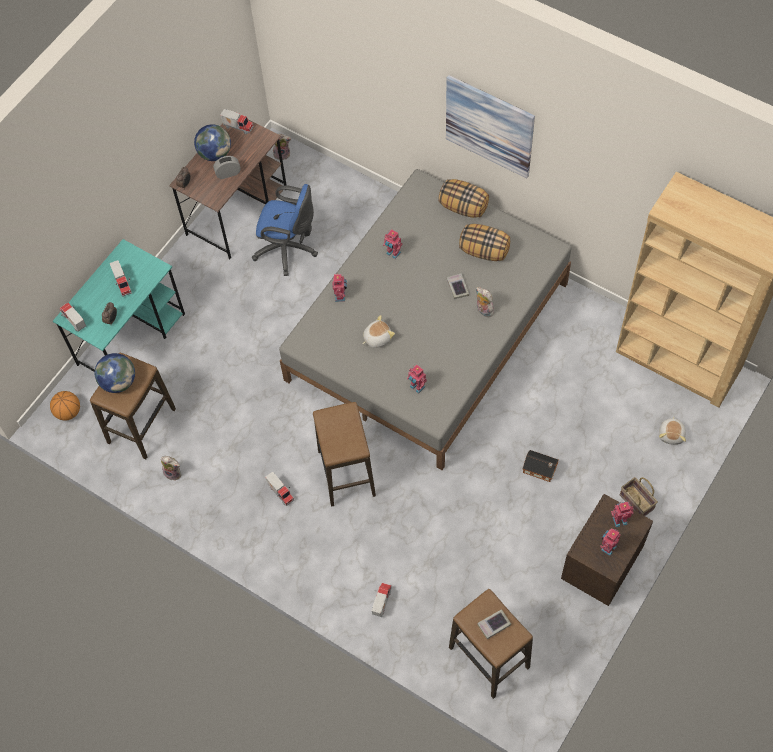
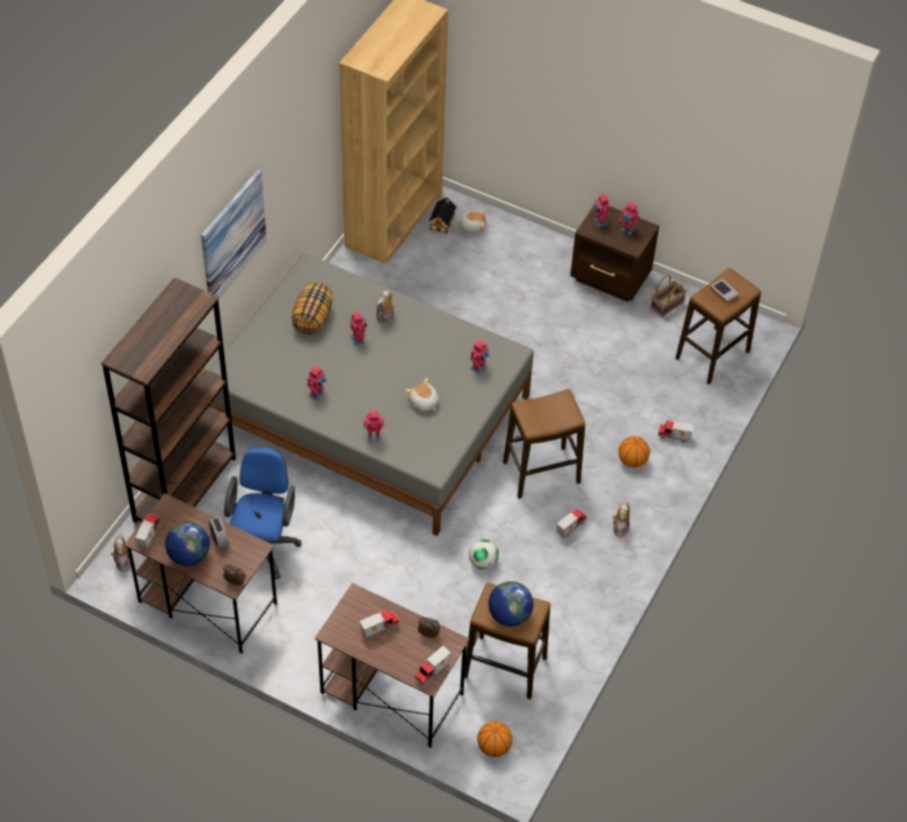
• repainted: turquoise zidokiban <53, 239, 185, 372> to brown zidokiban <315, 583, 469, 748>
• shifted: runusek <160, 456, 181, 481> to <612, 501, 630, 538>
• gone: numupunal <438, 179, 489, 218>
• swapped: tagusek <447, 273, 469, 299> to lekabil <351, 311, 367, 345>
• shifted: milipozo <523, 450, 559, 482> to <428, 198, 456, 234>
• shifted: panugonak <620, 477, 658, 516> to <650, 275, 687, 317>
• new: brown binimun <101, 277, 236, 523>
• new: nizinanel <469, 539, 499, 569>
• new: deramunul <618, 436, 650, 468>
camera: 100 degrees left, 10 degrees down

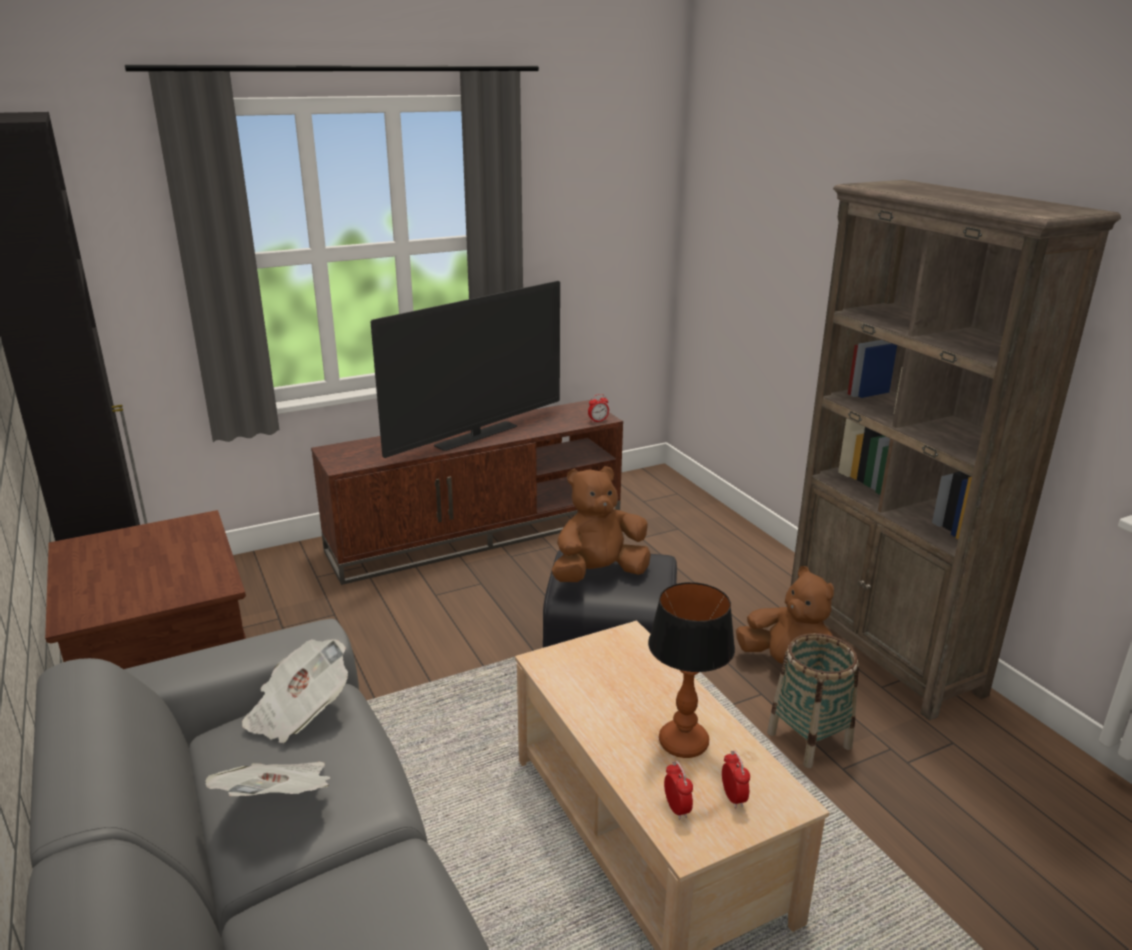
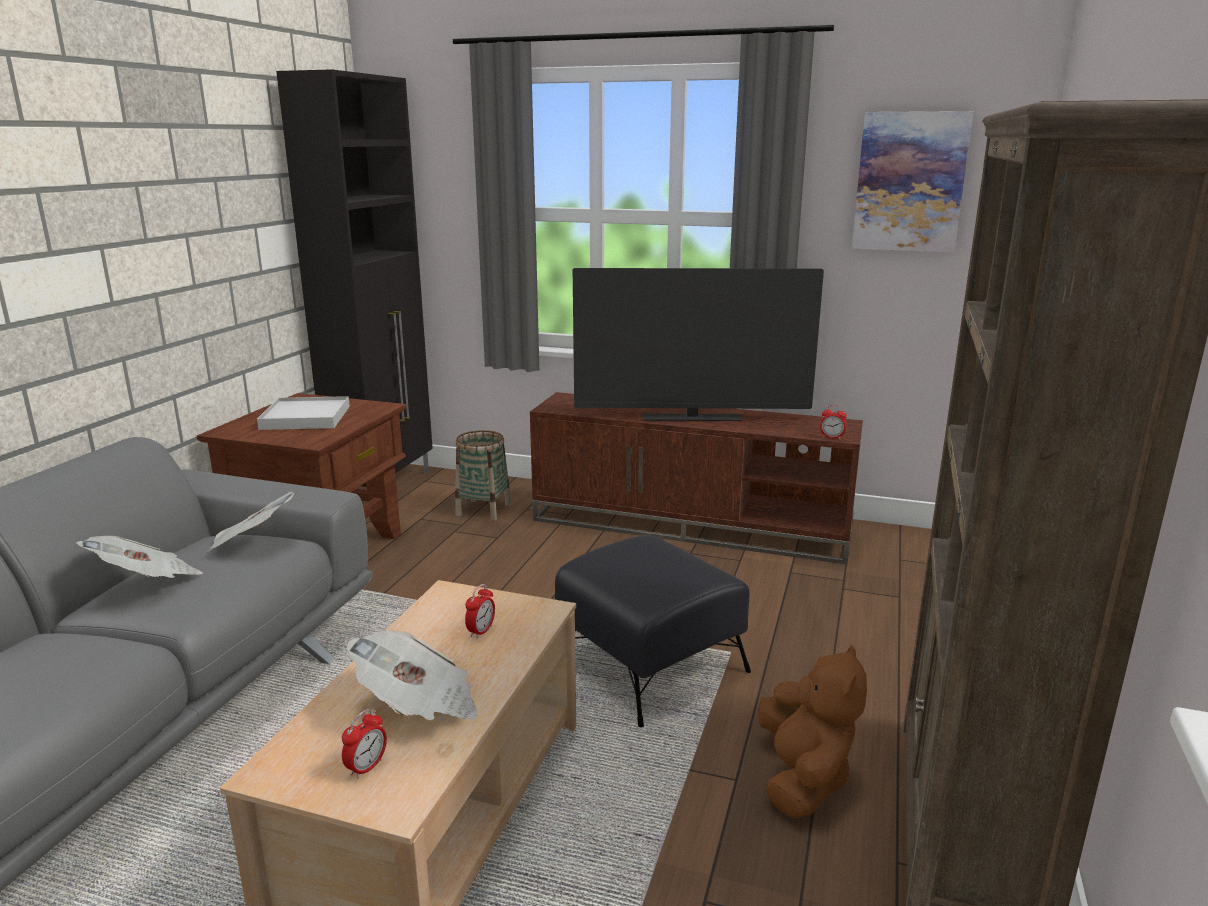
• gone: brown runusek <552, 466, 651, 582>
• swapped: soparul <648, 582, 735, 758> to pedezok <347, 630, 478, 720>
• shifted: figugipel <664, 761, 693, 820> to <465, 584, 495, 639>
• shifted: panugonak <767, 633, 859, 768> to <455, 430, 511, 520>
• new: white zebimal <257, 396, 350, 430>
• new: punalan <852, 111, 973, 252>
camera: 45 degrees right, 5 degrees down

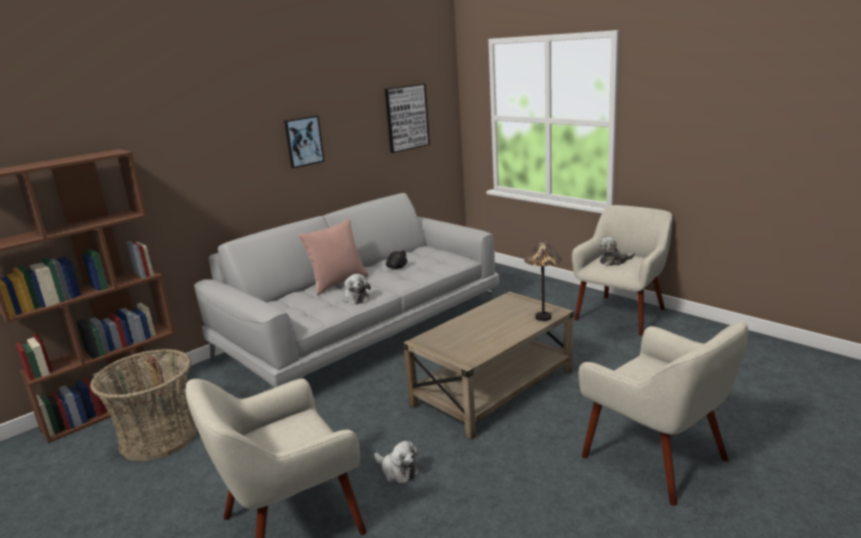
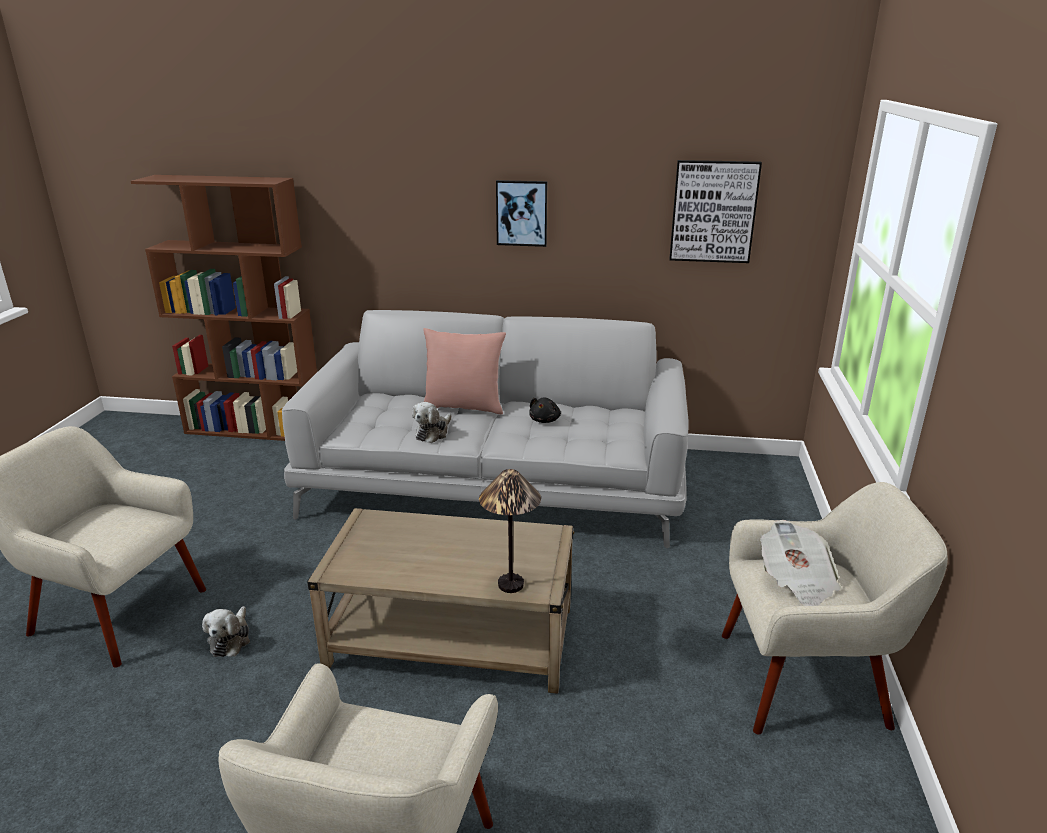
• gone: panugonak <90, 349, 197, 461>
• swapped: runusek <599, 237, 635, 266> to pedezok <760, 520, 841, 606>
camera: 50 degrees right, 5 degrees up

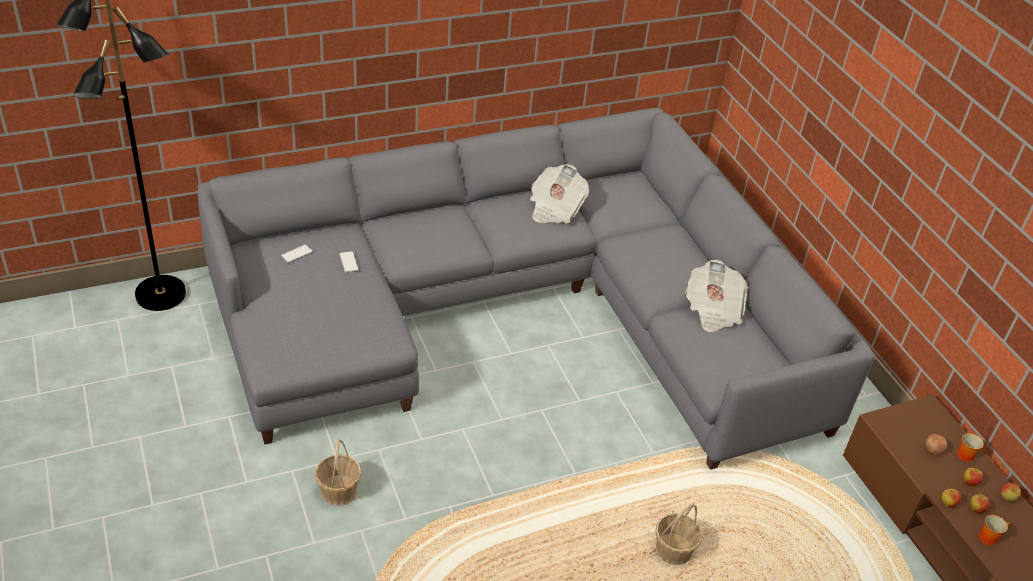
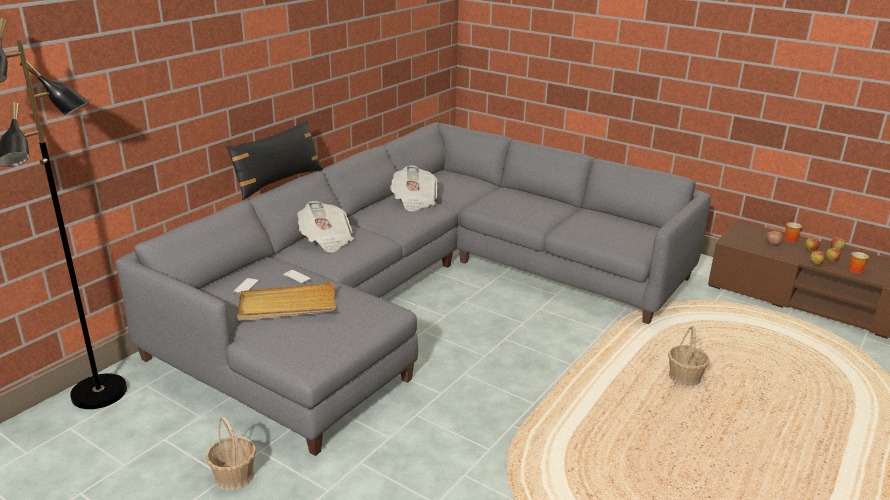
• shifted: panugonak <315, 439, 362, 506> to <206, 416, 256, 490>
• shifted: pedezok <685, 260, 748, 332> to <297, 201, 354, 253>
• new: black numupunal <226, 120, 323, 200>
• new: beige zebimal <237, 282, 336, 321>
camera: 30 degrees left, 15 degrees down

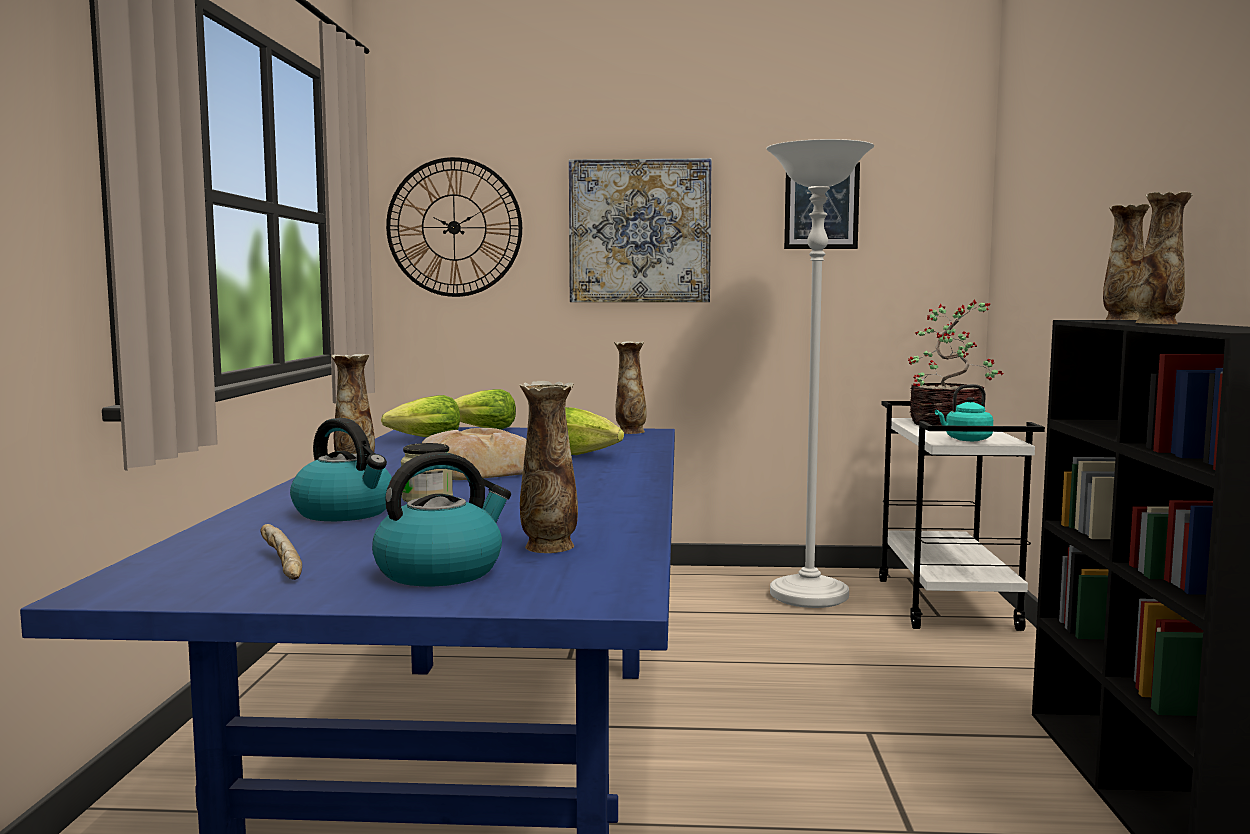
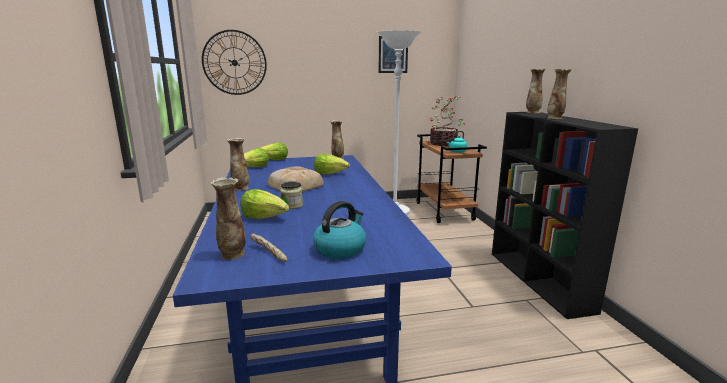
• swapped: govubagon <290, 418, 392, 521> to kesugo <240, 189, 289, 219>
• shifted: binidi <519, 381, 578, 553> to <210, 177, 246, 260>
• gone: punalan <569, 158, 711, 302>
• repainted: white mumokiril <879, 401, 1045, 631> to brown mumokiril <416, 134, 487, 223>
camera: 15 degrees left, 10 degrees up

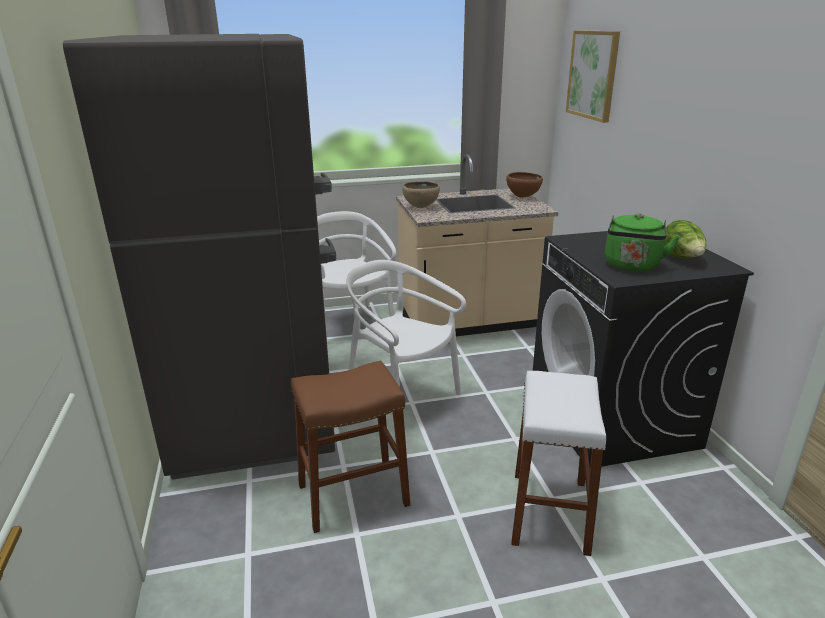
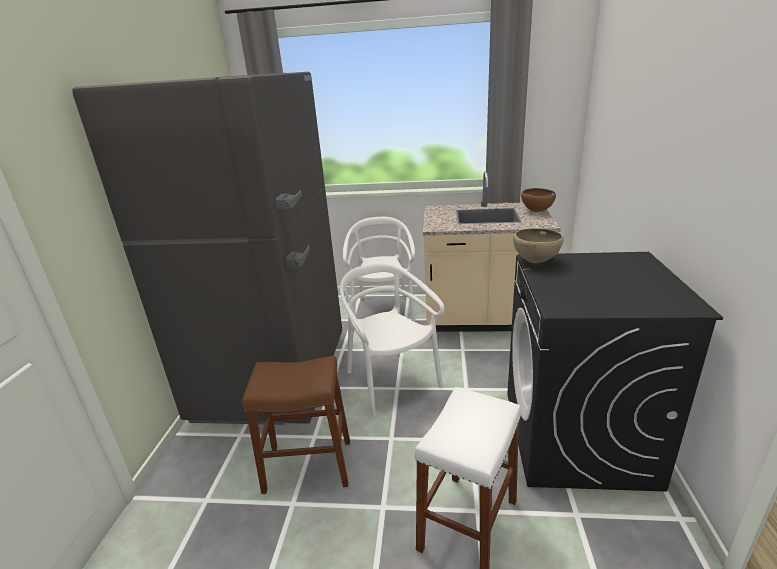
• shifted: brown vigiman <402, 181, 440, 208> to <513, 228, 564, 263>
• gone: punalan <566, 30, 620, 123>
• gone: green govubagon <605, 213, 680, 272>
• gone: kesugo <665, 220, 706, 258>
camera: 20 degrees right, 0 degrees up

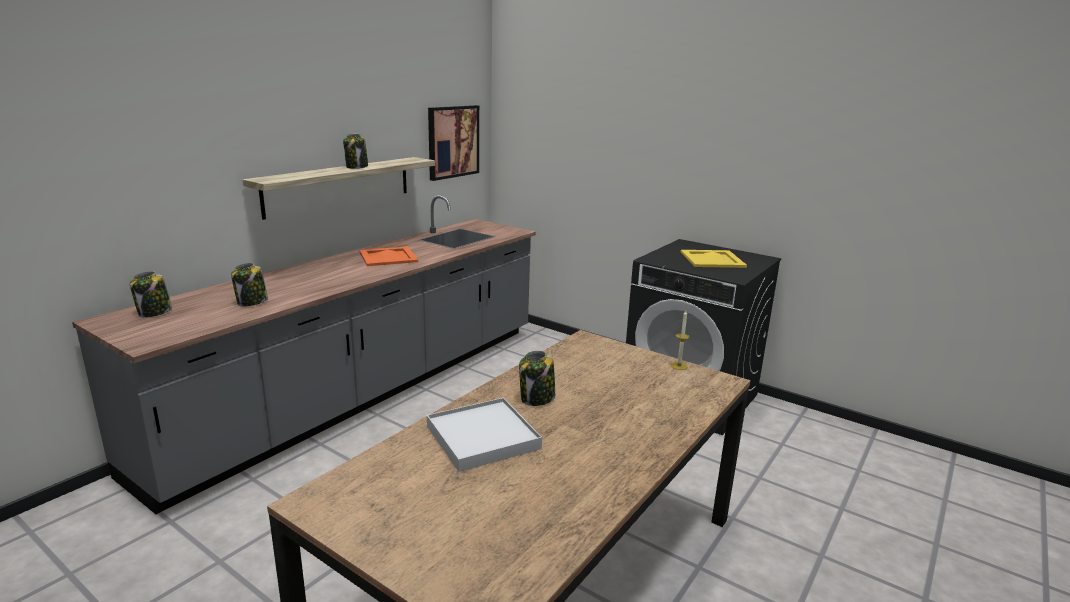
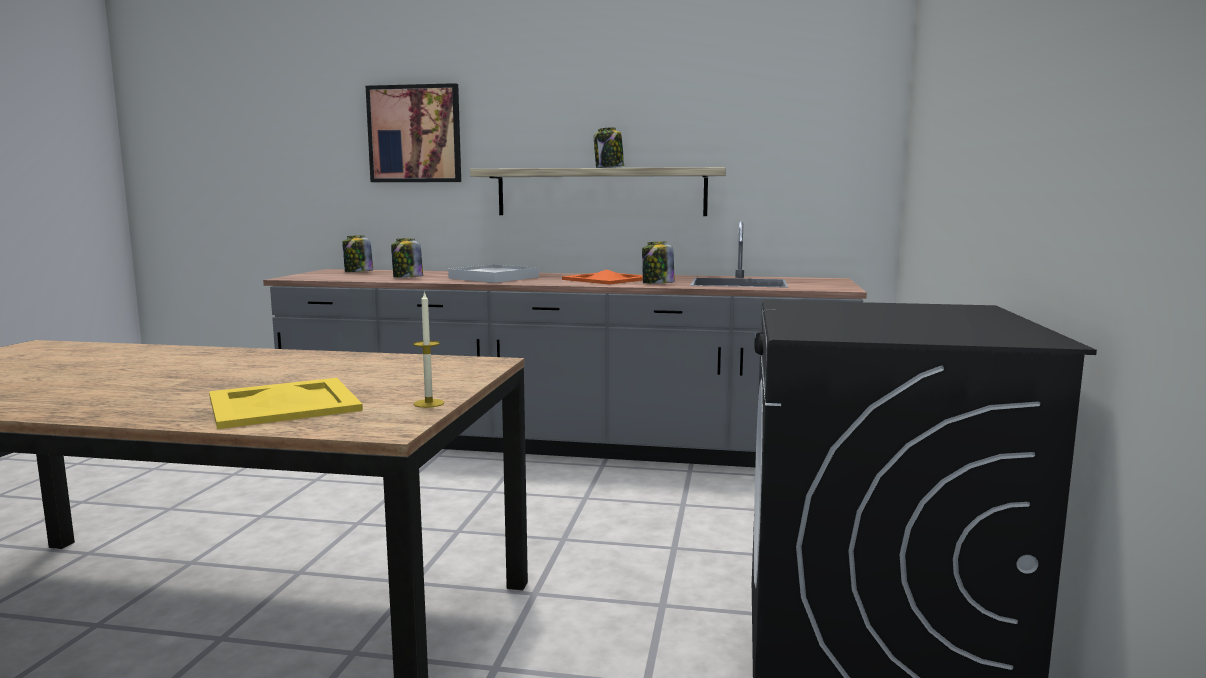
• shifted: white zebimal <427, 398, 542, 472> to <448, 264, 539, 283>
• shifted: punalan <428, 105, 479, 181> to <366, 83, 461, 182>
• shifted: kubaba <519, 351, 555, 406> to <642, 241, 675, 284>
• shifted: yellow zebimal <681, 250, 747, 268> to <209, 378, 363, 429>
camera: 65 degrees right, 10 degrees down

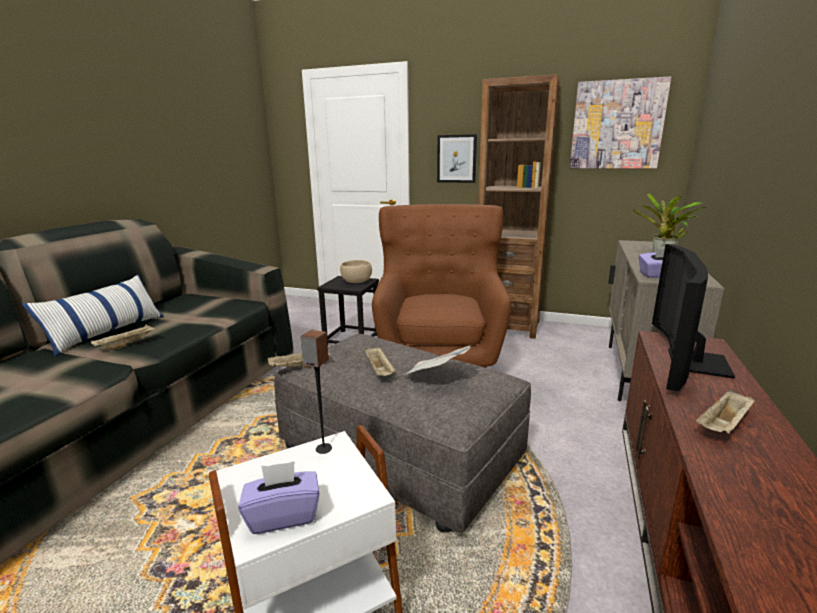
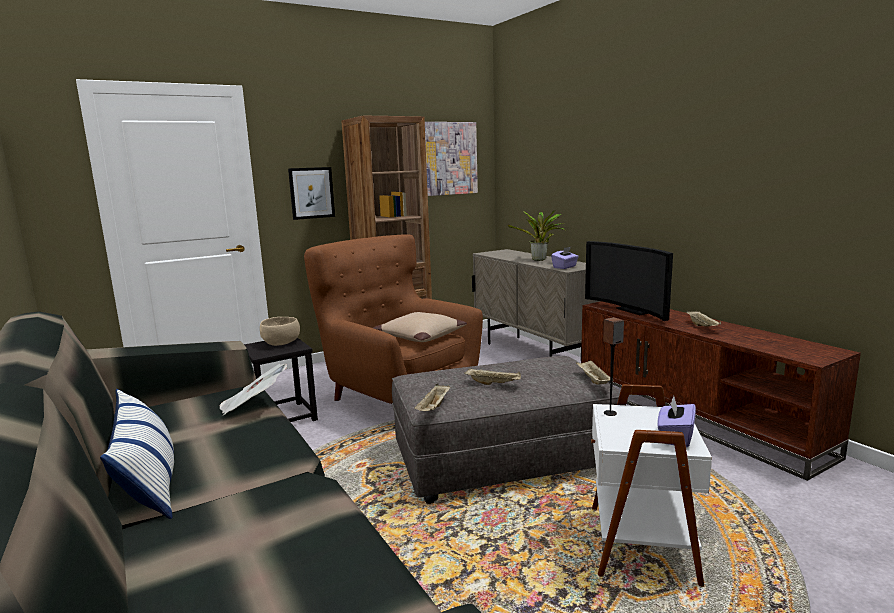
• shifted: beige zebimal <91, 324, 157, 349> to <576, 361, 610, 385>
• shifted: pedezok <404, 345, 471, 375> to <219, 364, 287, 415>
• new: beige numupunal <373, 312, 467, 342>
camera: 50 degrees left, 5 degrees down

